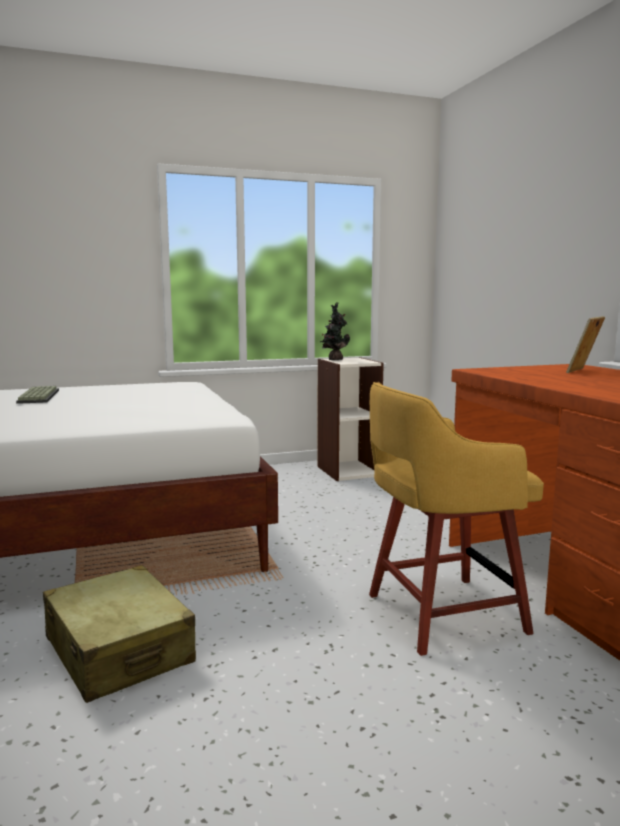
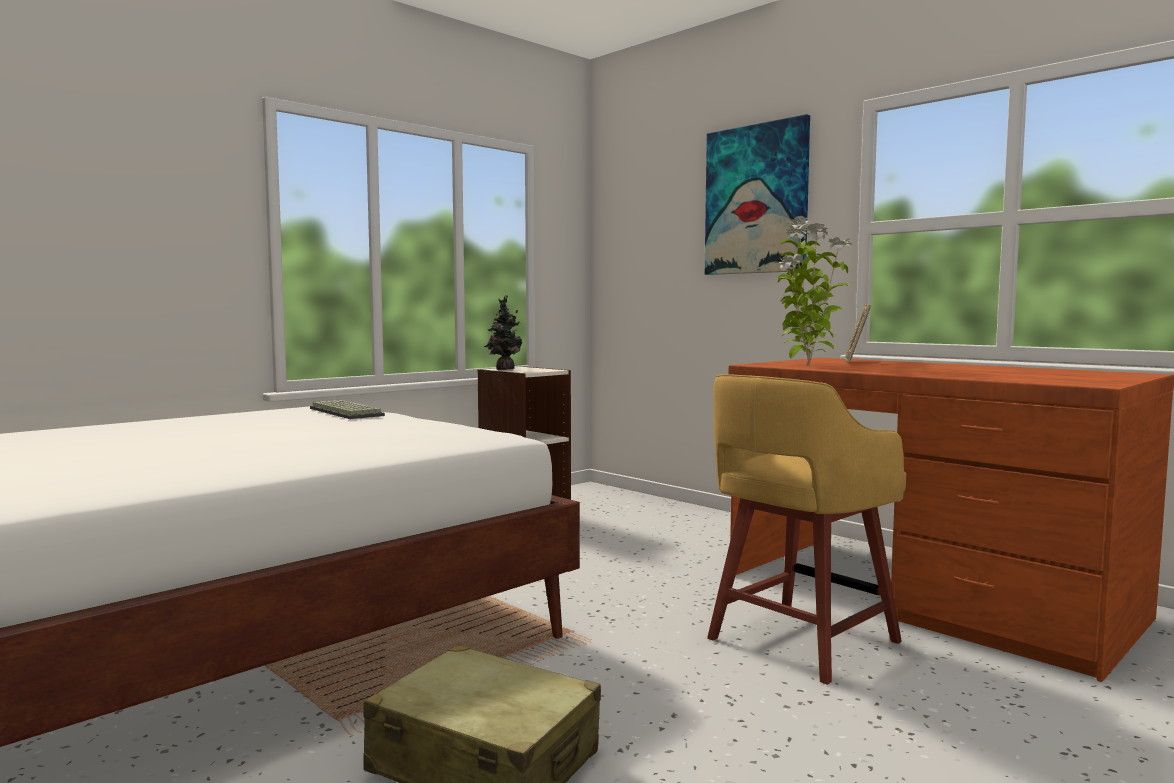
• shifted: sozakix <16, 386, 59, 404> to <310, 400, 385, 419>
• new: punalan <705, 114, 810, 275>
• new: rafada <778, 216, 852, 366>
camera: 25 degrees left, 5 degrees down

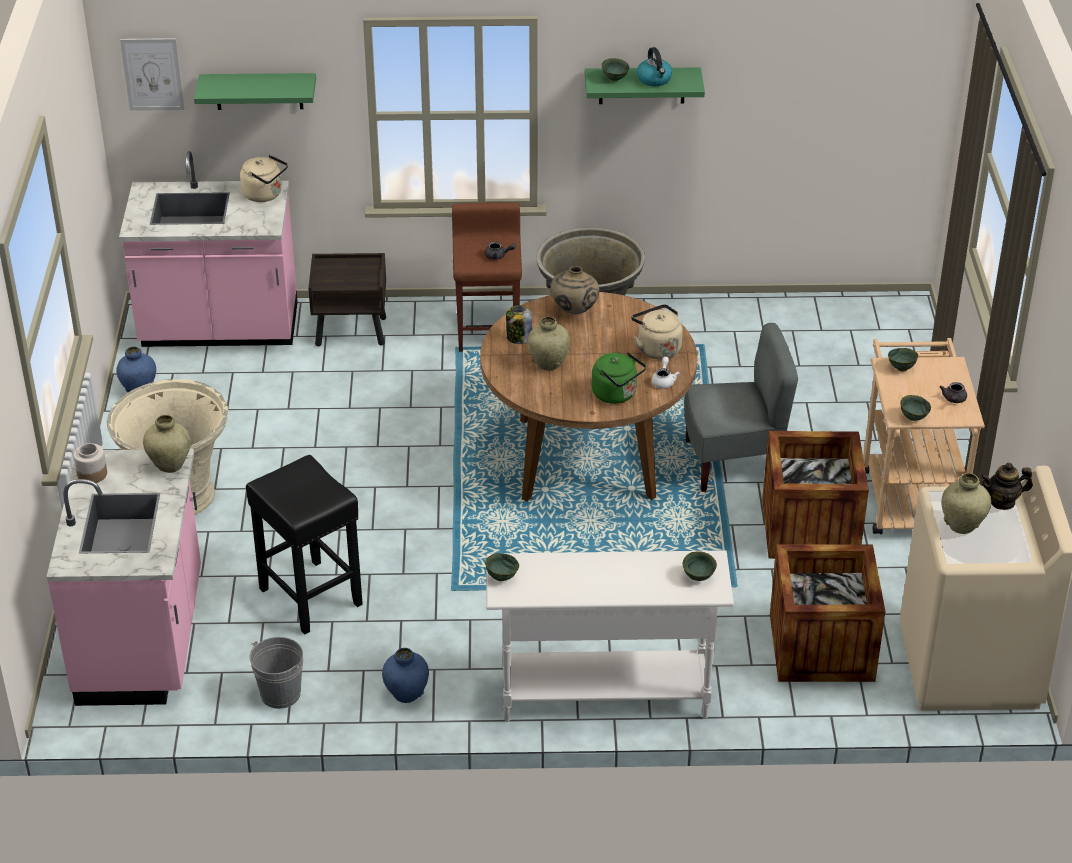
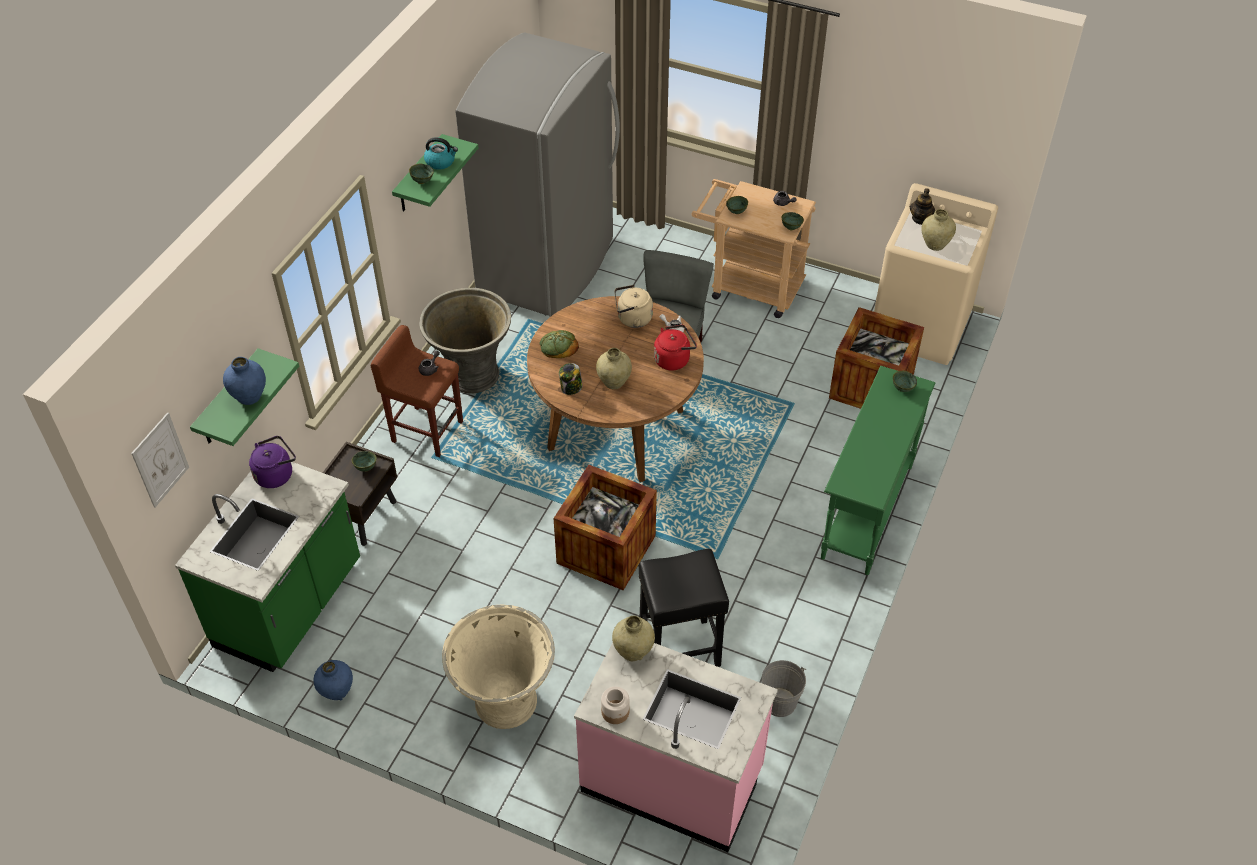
• repainted: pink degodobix <119, 151, 298, 347> to green degodobix <175, 462, 360, 672>
• repainted: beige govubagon <240, 155, 288, 202> to purple govubagon <249, 436, 296, 488>
• shifted: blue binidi <382, 648, 429, 703> to <223, 357, 266, 405>
• shifted: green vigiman <485, 553, 519, 581> to <352, 451, 377, 472>
• repainted: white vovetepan <486, 550, 734, 722> to green vovetepan <821, 366, 935, 575>
• swapped: beige binidi <550, 266, 599, 314> to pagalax <539, 330, 579, 358>
• repainted: green govubagon <592, 352, 646, 404> to red govubagon <654, 324, 697, 371>
• shifted: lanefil <762, 431, 869, 559> to <554, 465, 657, 590>
• new: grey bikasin <455, 32, 620, 317>
camera: 65 degrees left, 10 degrees up

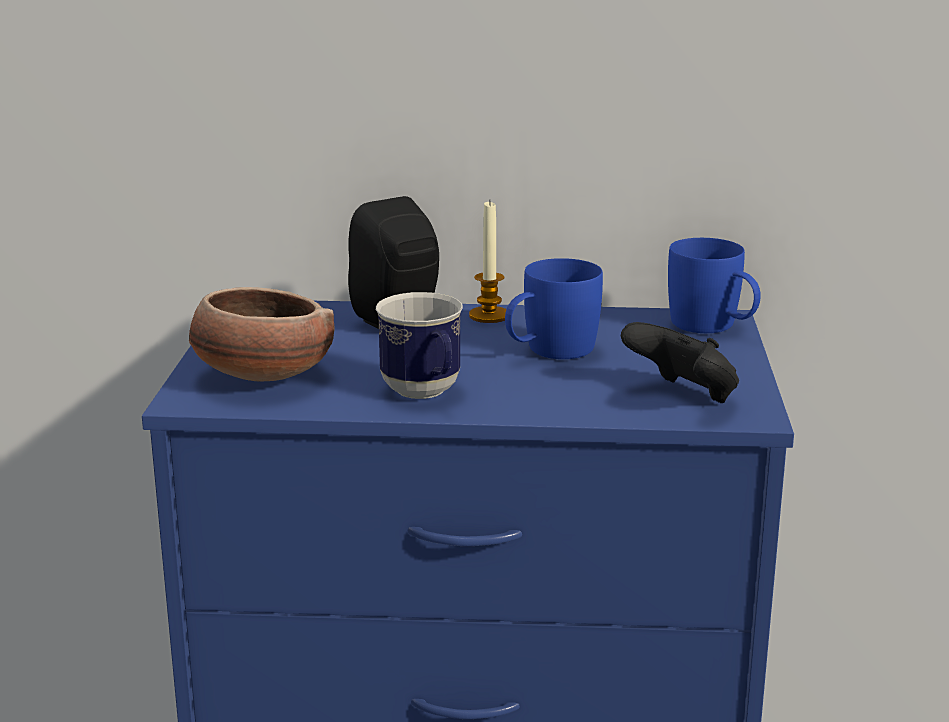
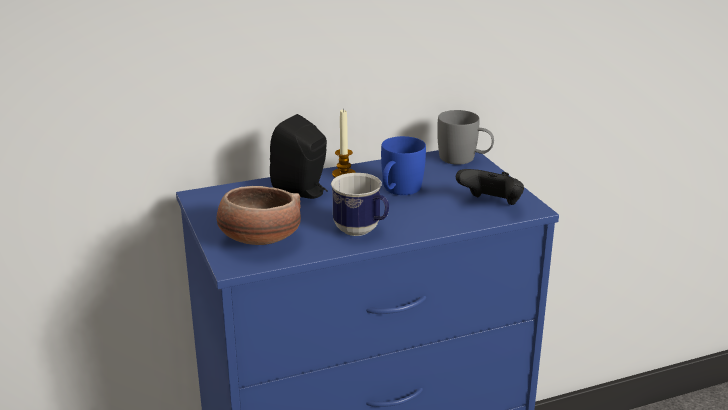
• repainted: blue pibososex <668, 238, 761, 333> to grey pibososex <437, 110, 494, 165>
camera: 25 degrees left, 5 degrees up

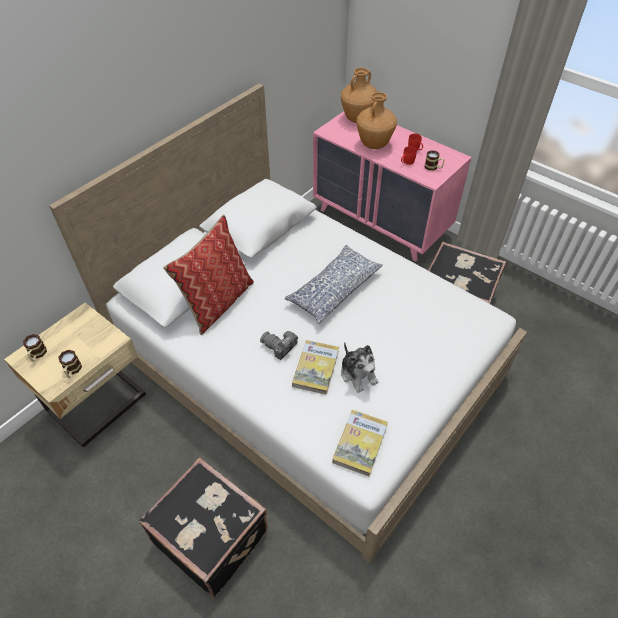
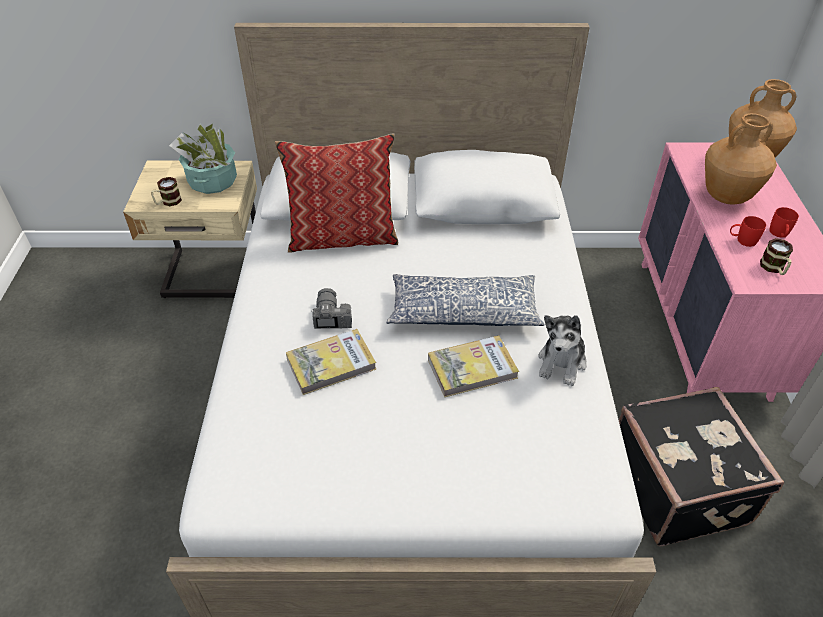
• gone: pibososex <23, 334, 47, 362>
• gone: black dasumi <139, 458, 268, 597>
• shifted: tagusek <332, 410, 388, 477> to <428, 335, 519, 397>
• shifted: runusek <341, 343, 378, 393> to <538, 315, 587, 386>
• new: rafada <169, 123, 237, 194>
camera: 50 degrees right, 5 degrees down

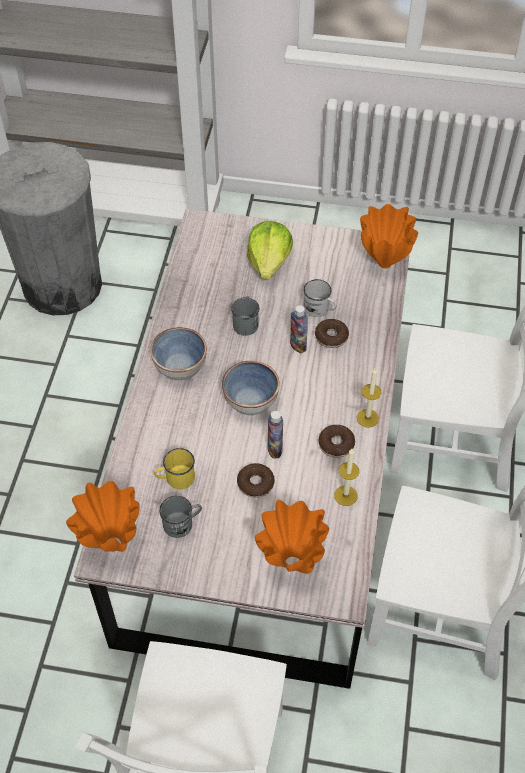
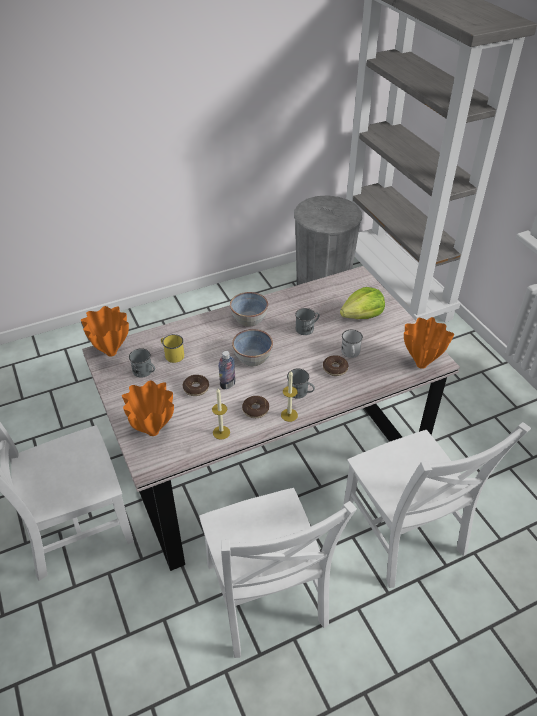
• gone: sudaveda <290, 305, 308, 353>
• new: grey pibososex <287, 369, 315, 399>
camera: 55 degrees right, 10 degrees down

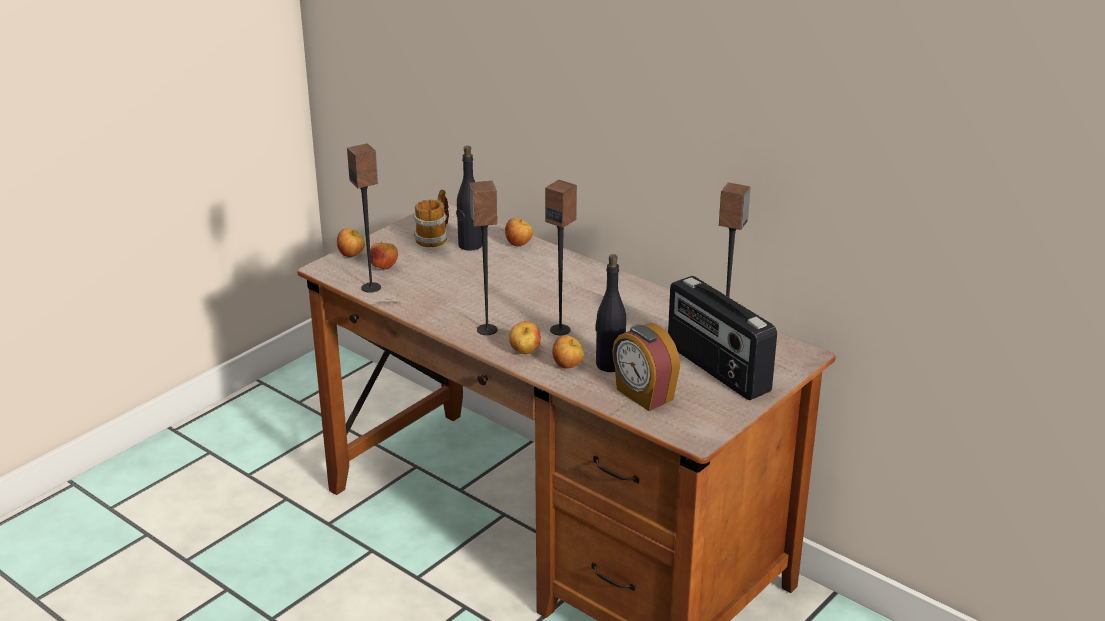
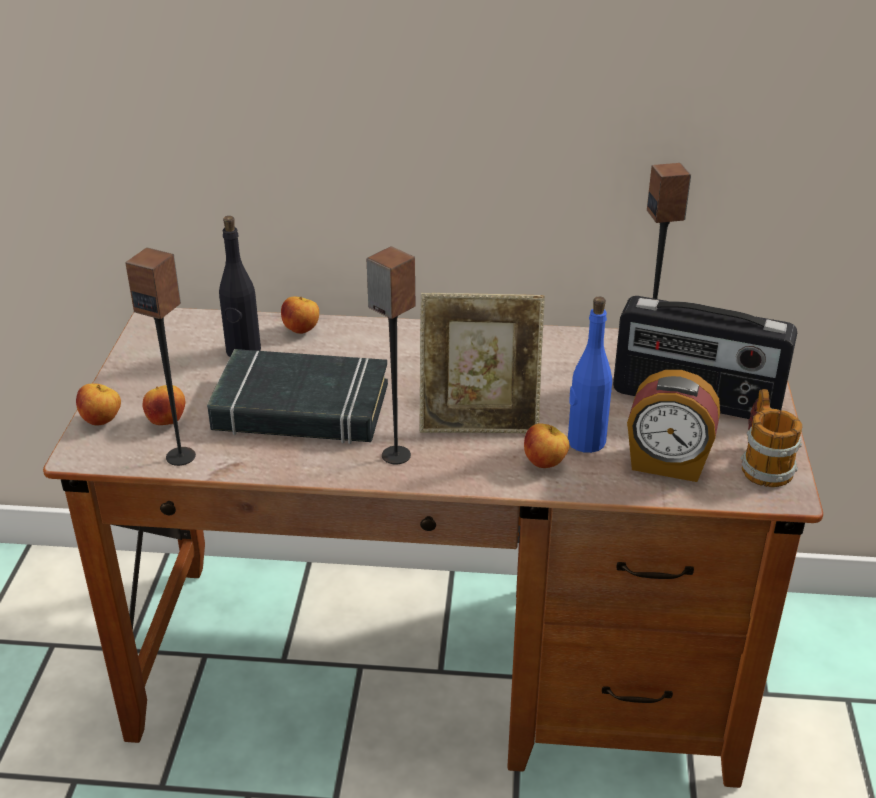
• shifted: pibososex <413, 190, 449, 247> to <741, 389, 802, 487>
• gone: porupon <509, 321, 541, 354>
• swapped: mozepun <545, 180, 577, 336> to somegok <420, 293, 545, 434>
• repainted: black sudaveda <595, 254, 626, 372> to blue sudaveda <568, 296, 612, 453>
• new: black tagusek <207, 349, 388, 444>
camera: 35 degrees left, 5 degrees up

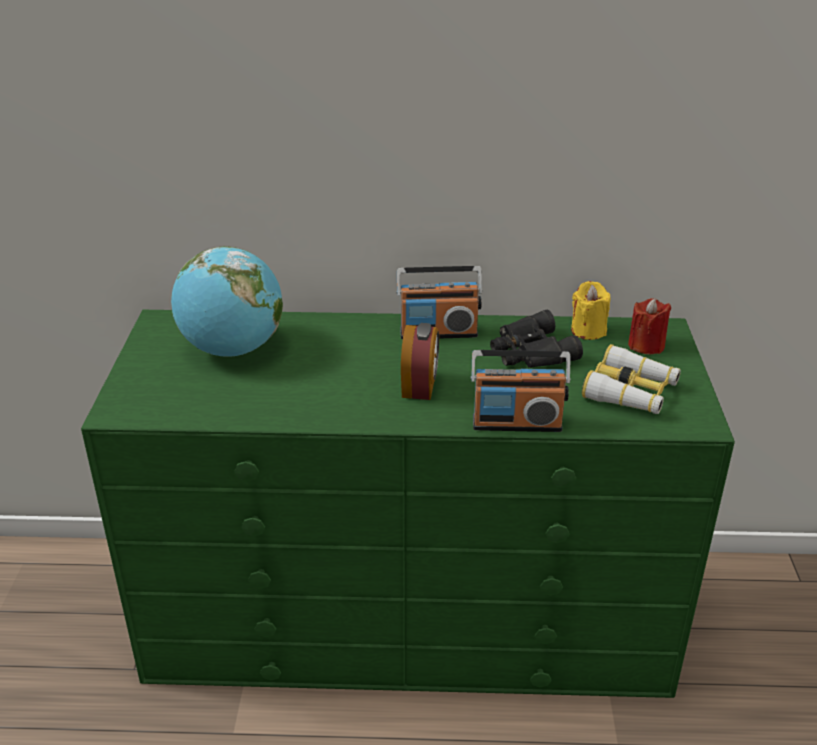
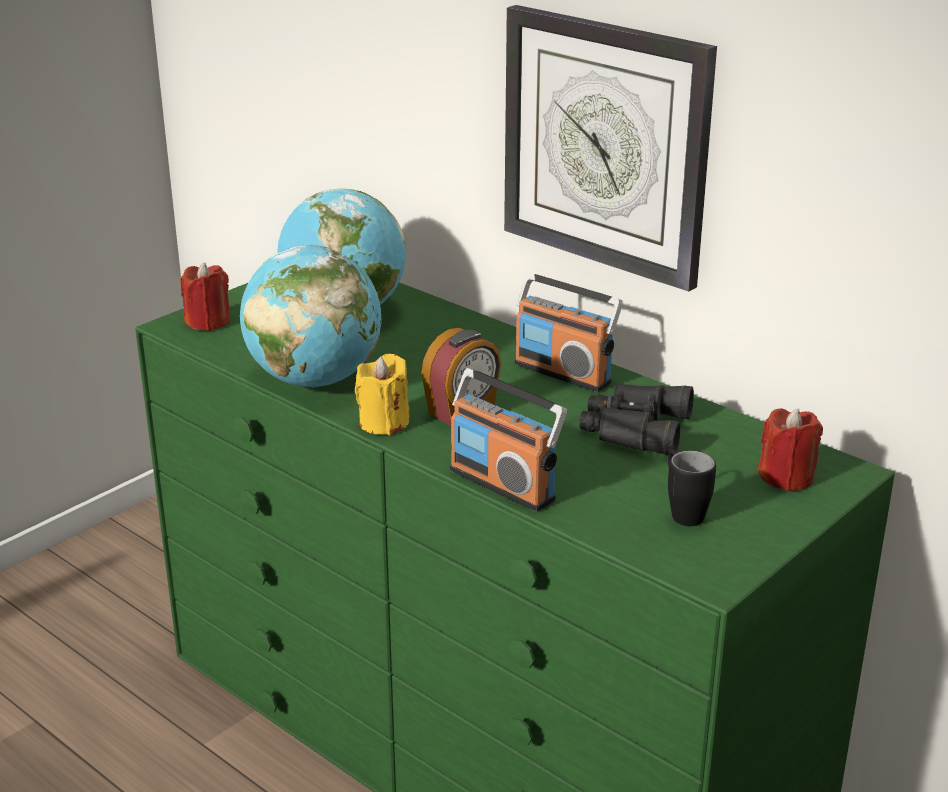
• shifted: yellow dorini <571, 281, 610, 340> to <355, 354, 409, 435>
• swapped: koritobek <582, 344, 681, 414> to black pibososex <668, 450, 716, 526>
• new: red dorini <180, 263, 230, 331>
• new: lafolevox <240, 245, 382, 387>
• new: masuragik <504, 5, 717, 292>
camera: 40 degrees right, 5 degrees down

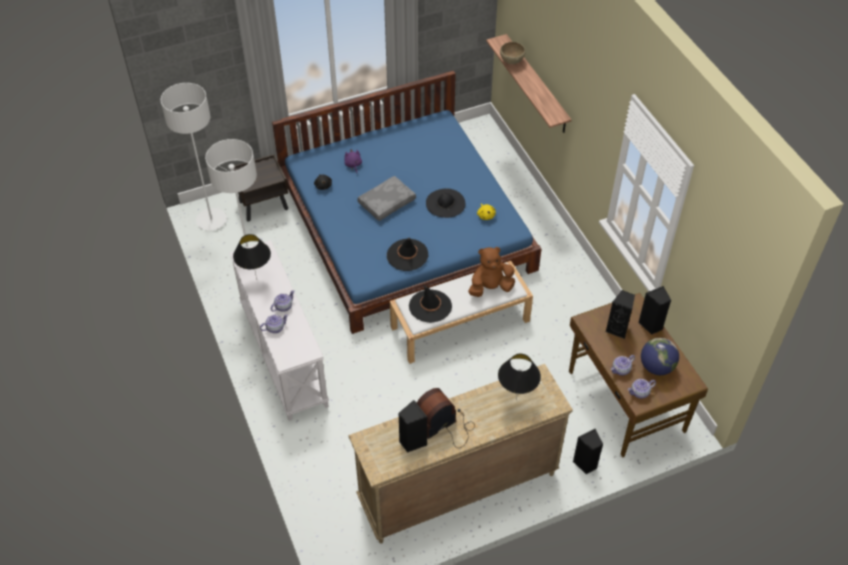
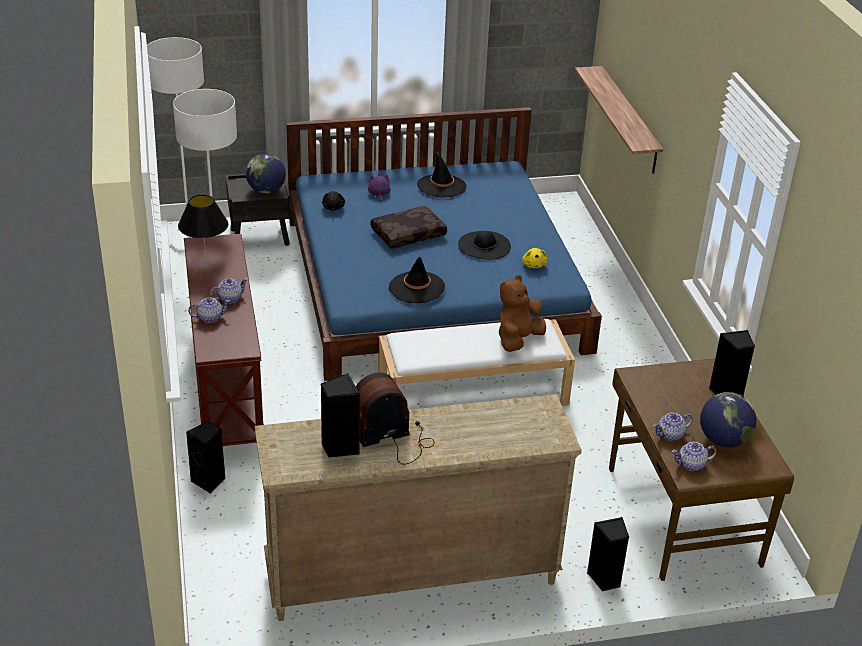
• repainted: white vovetepan <230, 240, 329, 421> to brown vovetepan <184, 234, 264, 446>
• repainted: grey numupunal <357, 176, 416, 221> to brown numupunal <371, 206, 447, 249>
• shifted: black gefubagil <409, 285, 452, 323> to <417, 151, 466, 197>
• rotated: brown runusek <468, 247, 515, 297> = <499, 275, 546, 352> 45 degrees counterclockwise
• gone: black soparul <498, 354, 541, 400>
• gone: brown vigiman <500, 42, 526, 64>
• shifted: black mozepun <606, 290, 635, 339> to <186, 421, 226, 494>
• new: lafolevox <246, 153, 286, 194>
camera: 10 degrees right, 15 degrees down

